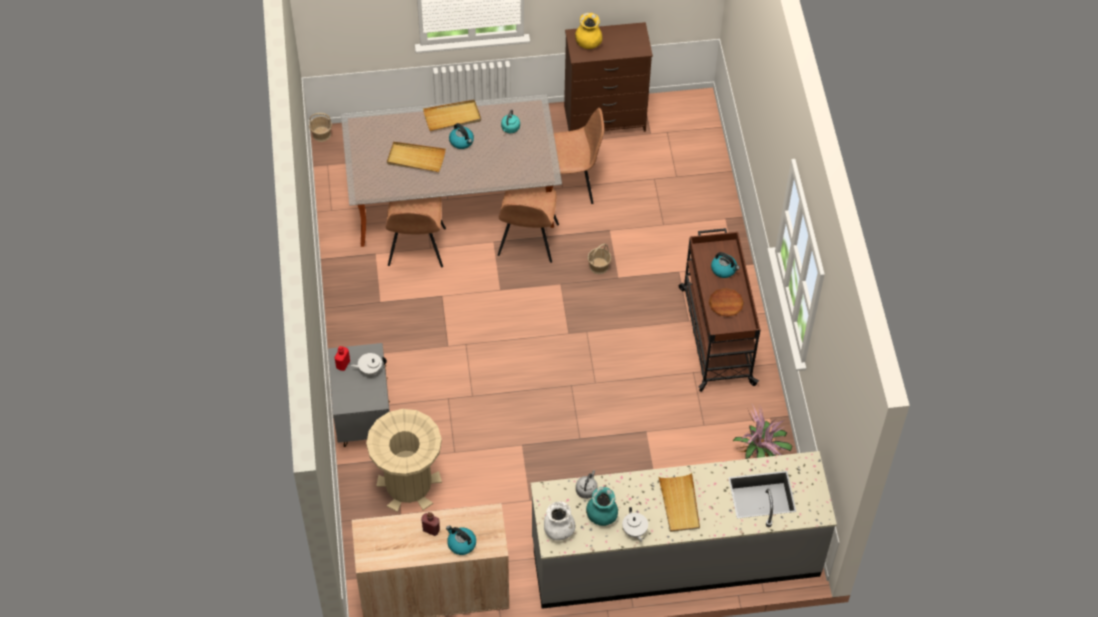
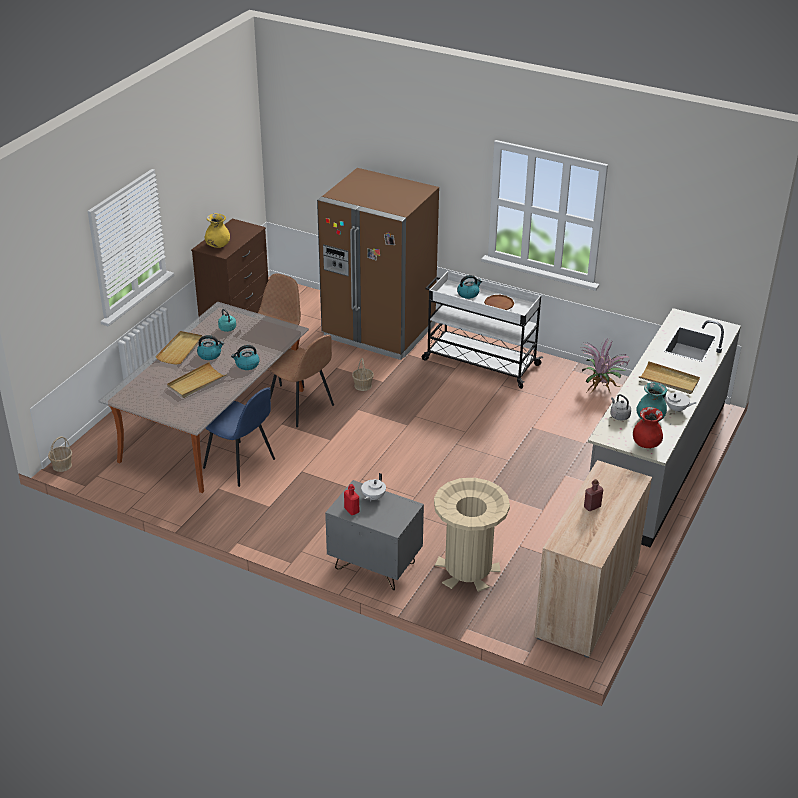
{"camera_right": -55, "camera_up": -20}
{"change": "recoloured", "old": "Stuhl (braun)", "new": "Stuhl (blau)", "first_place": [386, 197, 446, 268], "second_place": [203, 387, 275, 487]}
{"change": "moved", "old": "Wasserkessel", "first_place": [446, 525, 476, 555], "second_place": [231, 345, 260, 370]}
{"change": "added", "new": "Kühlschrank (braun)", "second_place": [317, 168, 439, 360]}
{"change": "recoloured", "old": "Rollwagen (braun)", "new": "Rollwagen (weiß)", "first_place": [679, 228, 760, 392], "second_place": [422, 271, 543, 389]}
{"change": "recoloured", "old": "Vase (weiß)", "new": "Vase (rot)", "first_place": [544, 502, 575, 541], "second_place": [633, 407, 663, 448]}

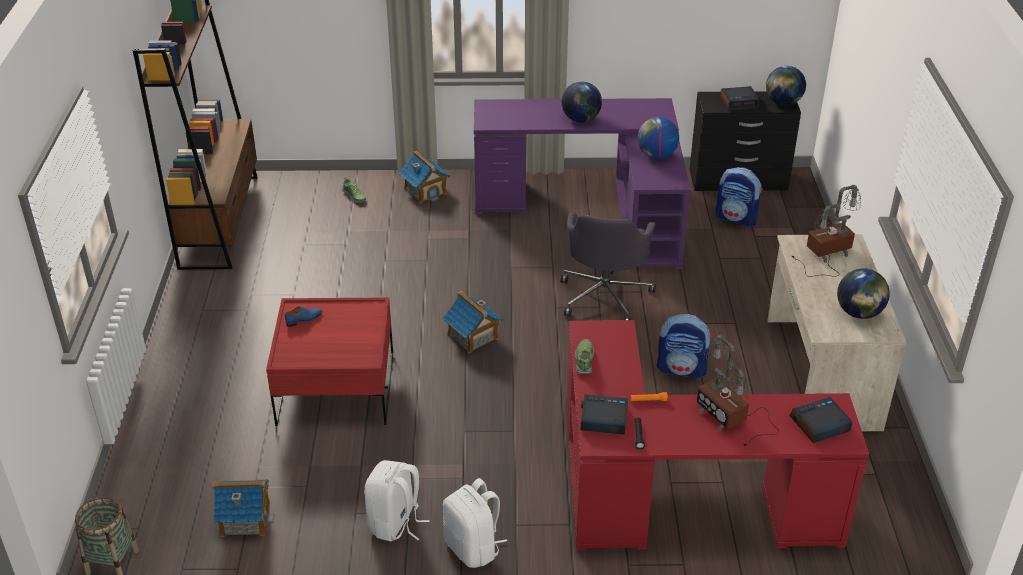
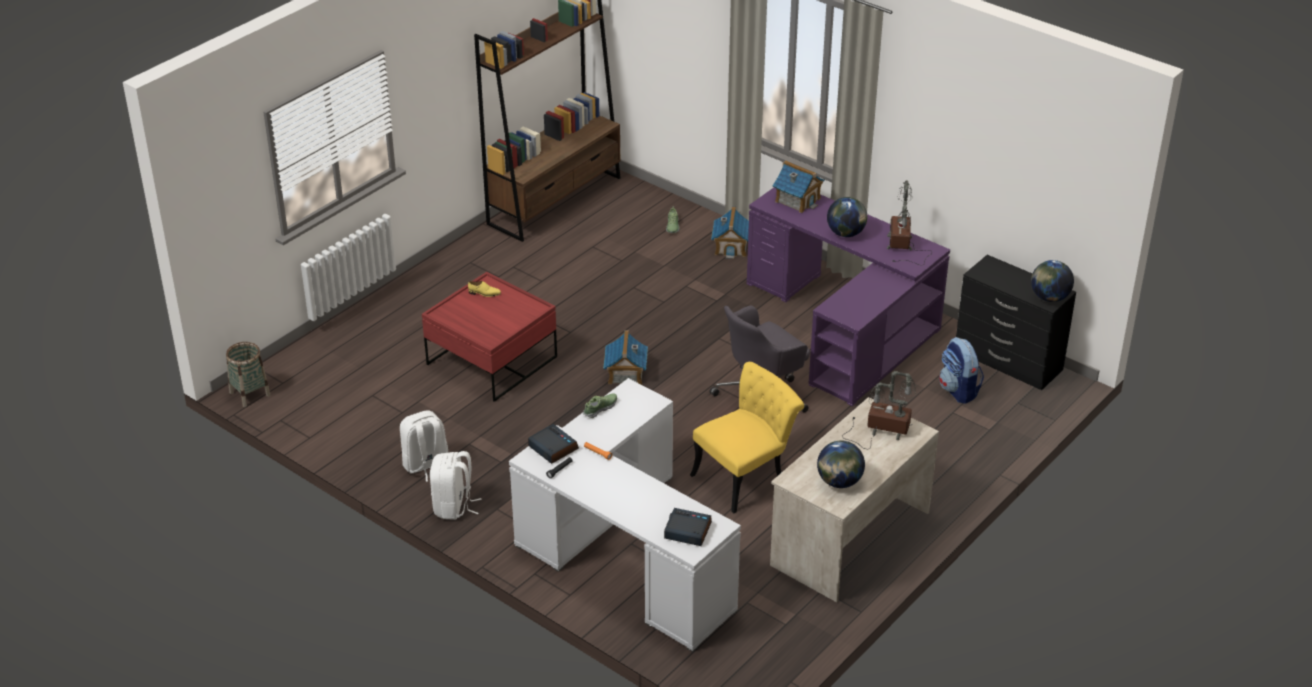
{"camera_right": 40, "camera_up": 0}
{"change": "recoloured", "old": "Schuh (blau)", "new": "Schuh (gelb)", "first_place": [285, 306, 323, 327], "second_place": [468, 281, 501, 297]}
{"change": "recoloured", "old": "Schreibtisch (rot)", "new": "Schreibtisch (weiß)", "first_place": [566, 320, 869, 550], "second_place": [509, 378, 741, 652]}
{"change": "replaced", "old": "Rucksack", "new": "Stuhl (gelb)", "first_place": [657, 314, 712, 378], "second_place": [690, 362, 804, 513]}
{"change": "moved", "old": "Spielzeughaus", "first_place": [212, 479, 275, 537], "second_place": [773, 160, 825, 213]}
{"change": "moved", "old": "Tischlampe", "first_place": [697, 336, 779, 446], "second_place": [887, 180, 932, 265]}
{"change": "removed", "old": "Globus", "first_place": [638, 117, 679, 159]}
{"change": "removed", "old": "Wecker", "first_place": [720, 86, 759, 111]}

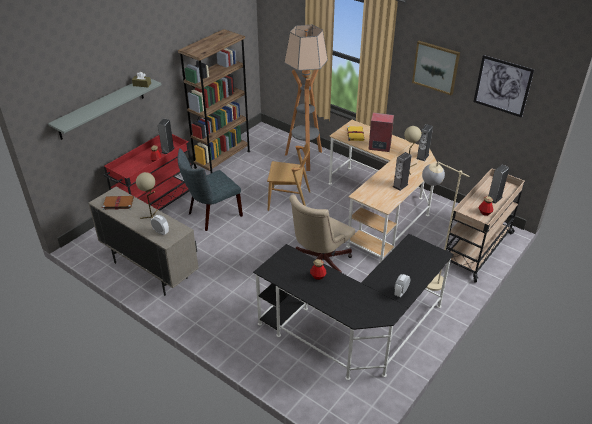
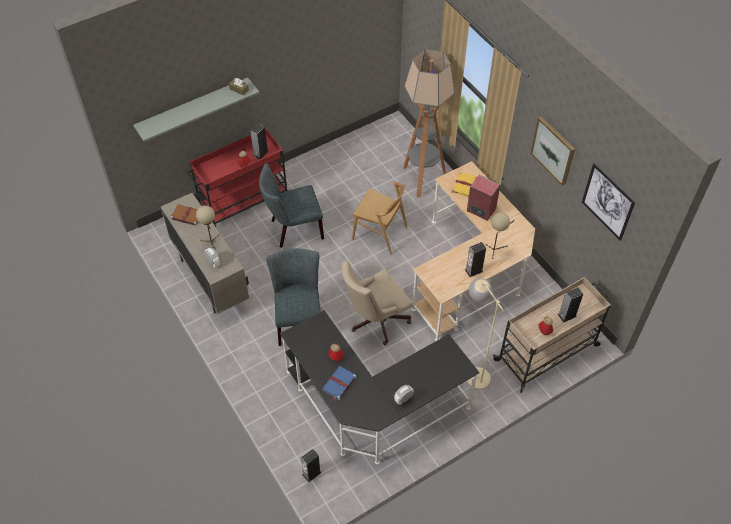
{"camera_right": 20, "camera_up": 15}
{"change": "added", "new": "Stuhl (grau)", "second_place": [266, 248, 321, 346]}
{"change": "moved", "old": "Lautsprecher", "first_place": [416, 124, 433, 161], "second_place": [301, 449, 322, 482]}
{"change": "added", "new": "Buch (blau)", "second_place": [322, 366, 356, 401]}
{"change": "removed", "old": "Bücherregal (braun)", "first_place": [178, 29, 250, 173]}

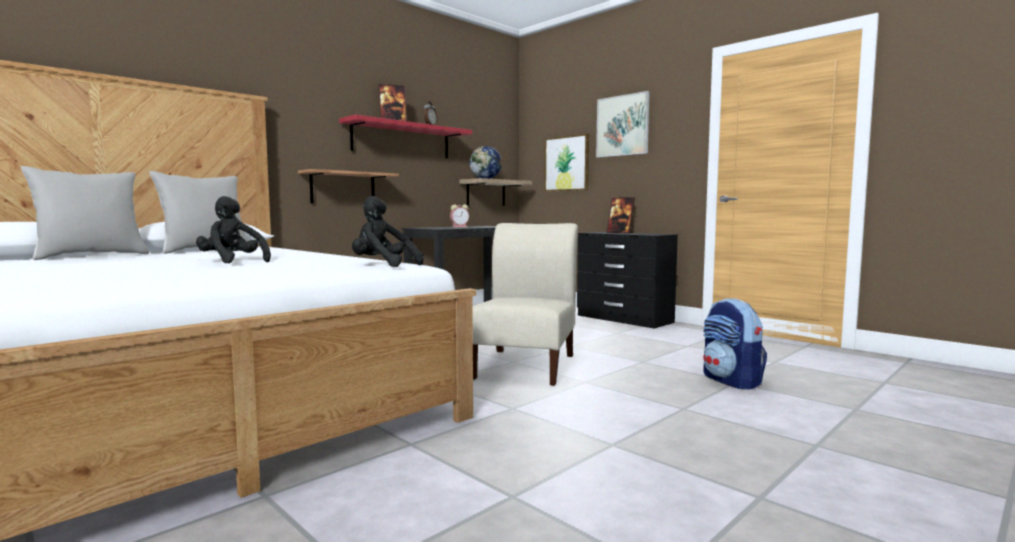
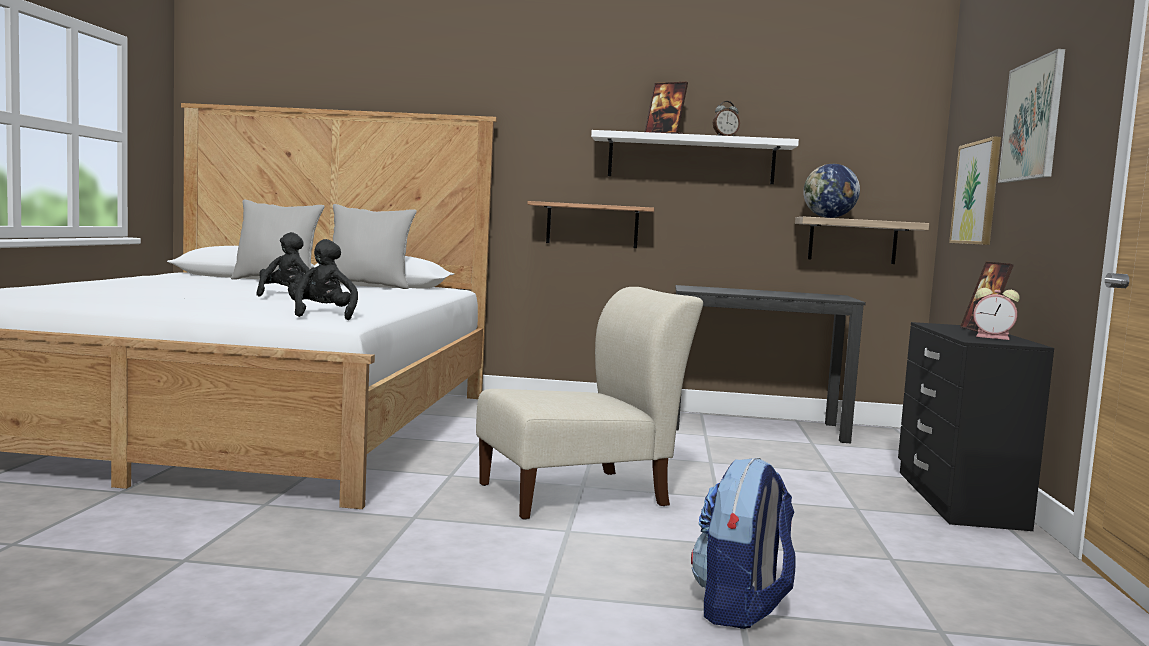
{"camera_right": 50, "camera_up": 0}
{"change": "recoloured", "old": "Wandregal (rot)", "new": "Wandregal (weiß)", "first_place": [339, 114, 472, 159], "second_place": [591, 130, 799, 184]}
{"change": "moved", "old": "Wecker", "first_place": [450, 204, 469, 227], "second_place": [973, 288, 1020, 340]}

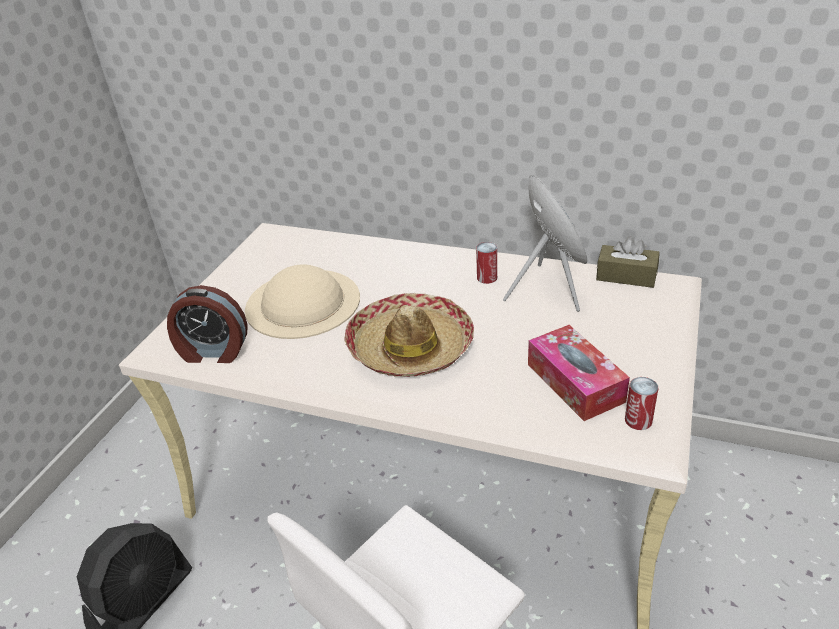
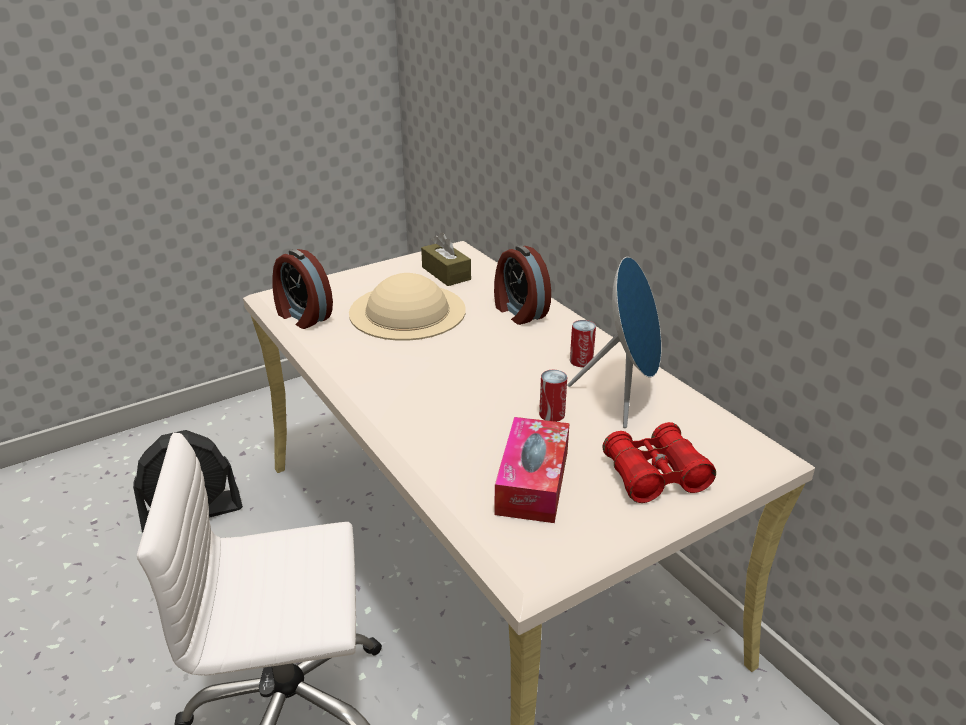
{"camera_right": 35, "camera_up": -5}
{"change": "moved", "old": "Taschentuchbox (braun)", "first_place": [596, 236, 660, 288], "second_place": [421, 233, 471, 286]}
{"change": "added", "new": "Wecker", "second_place": [494, 245, 551, 325]}
{"change": "moved", "old": "Dose", "first_place": [625, 377, 658, 430], "second_place": [539, 370, 567, 422]}
{"change": "added", "new": "Fernglas (rot)", "second_place": [603, 422, 716, 503]}
{"change": "removed", "old": "Hut", "first_place": [344, 293, 474, 377]}

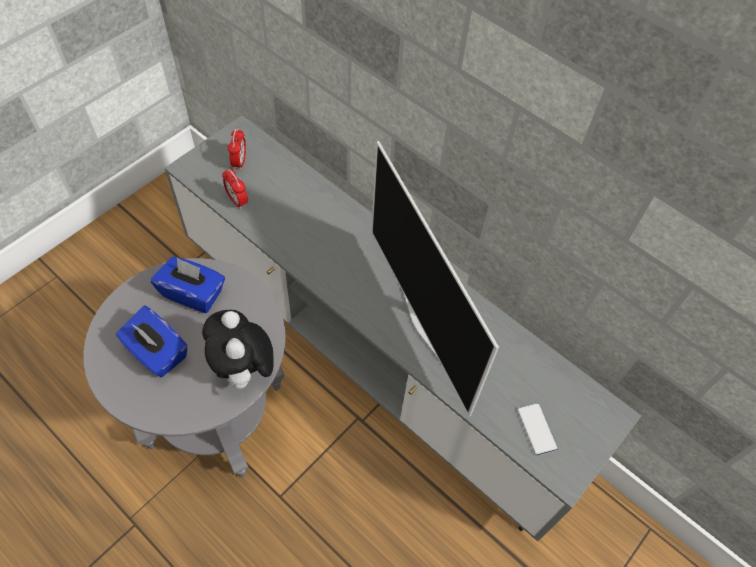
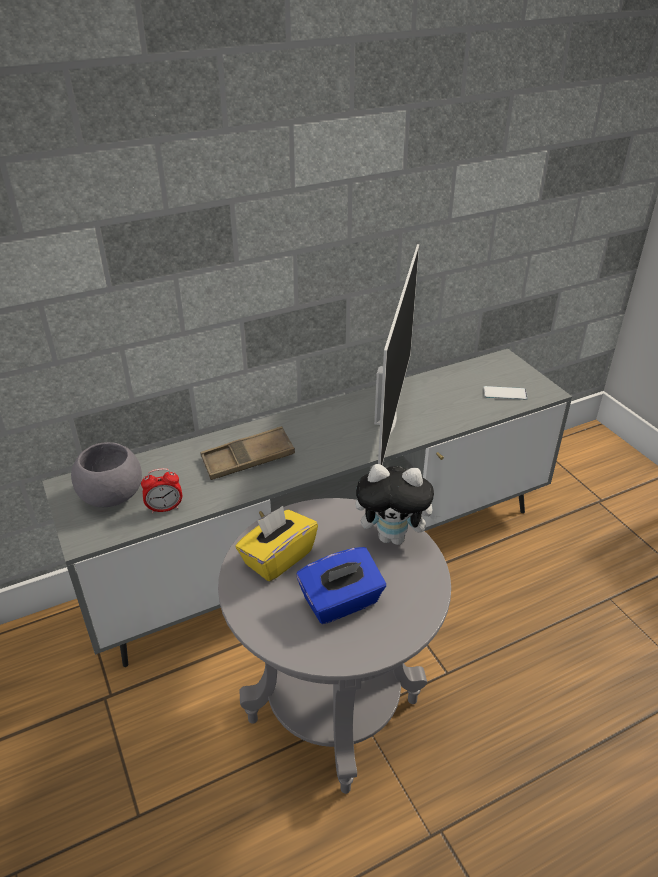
{"camera_right": -65, "camera_up": -20}
{"change": "replaced", "old": "Wecker", "new": "Schüssel (grau)", "first_place": [228, 128, 246, 170], "second_place": [71, 442, 142, 507]}
{"change": "added", "new": "Tablett (braun)", "second_place": [200, 426, 295, 480]}
{"change": "recoloured", "old": "Taschentuchbox (blau)", "new": "Taschentuchbox (gelb)", "first_place": [151, 257, 225, 313], "second_place": [235, 506, 318, 582]}
{"change": "turned", "old": "Fernseher", "first_place": [371, 141, 499, 416], "second_place": [374, 244, 419, 465], "degrees": -75}

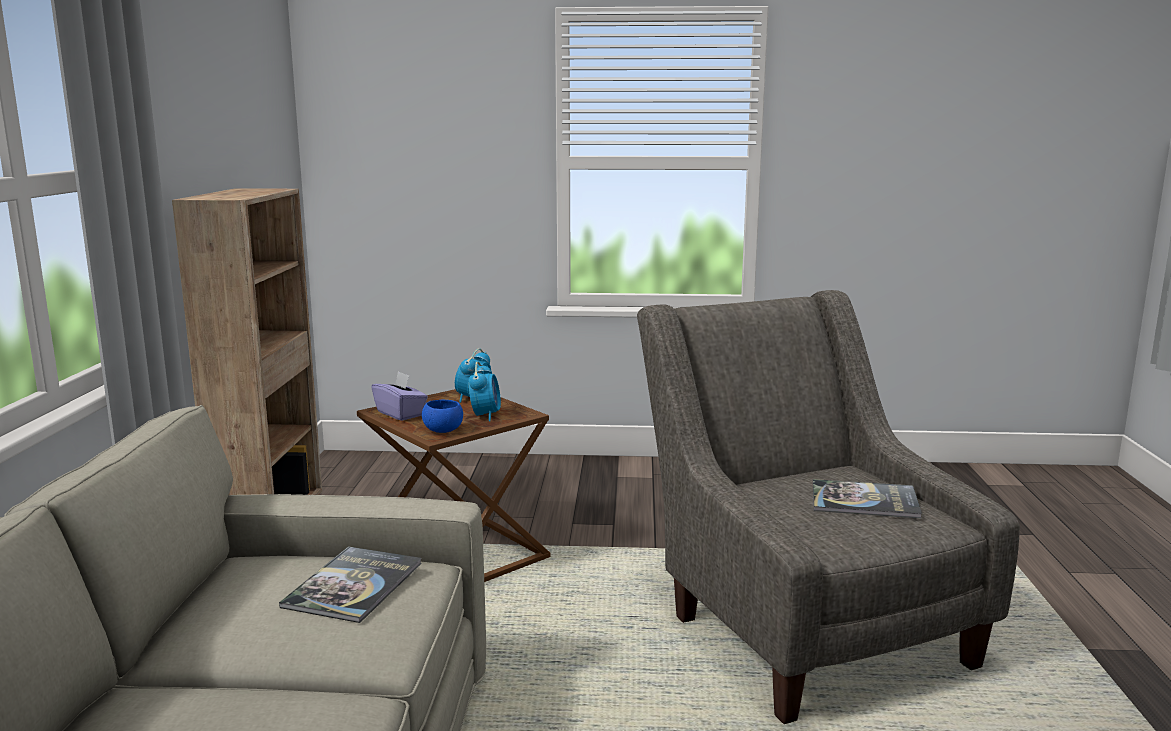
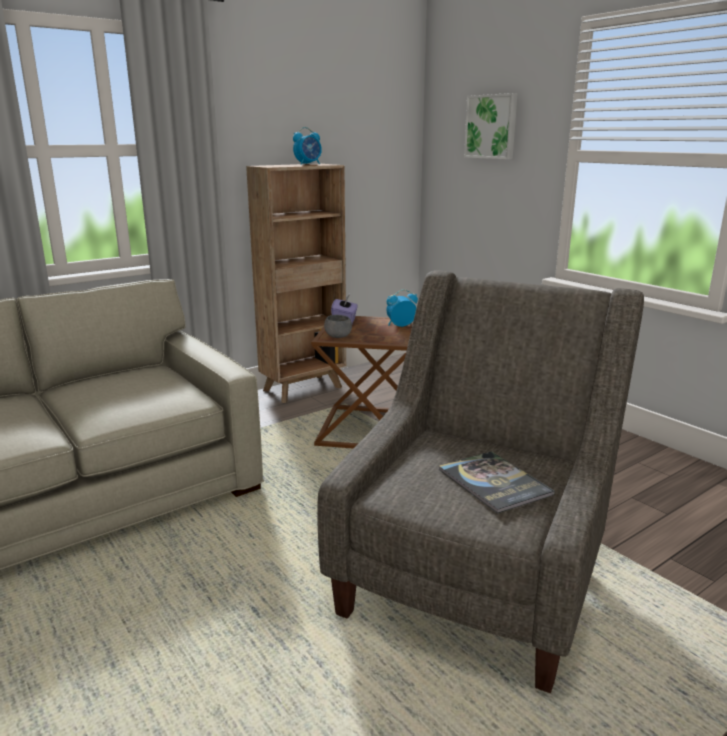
{"camera_right": 50, "camera_up": 5}
{"change": "moved", "old": "Wecker", "first_place": [469, 361, 501, 421], "second_place": [293, 127, 322, 165]}
{"change": "recoloured", "old": "Schüssel (blau)", "new": "Schüssel (grau)", "first_place": [422, 399, 463, 433], "second_place": [324, 315, 352, 338]}
{"change": "added", "new": "Bild", "second_place": [464, 93, 518, 159]}
{"change": "removed", "old": "Buch", "first_place": [279, 546, 422, 623]}

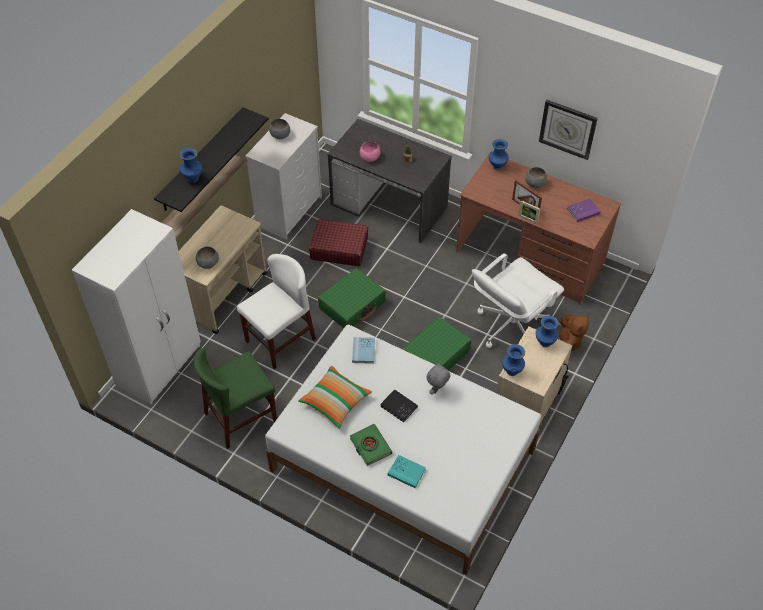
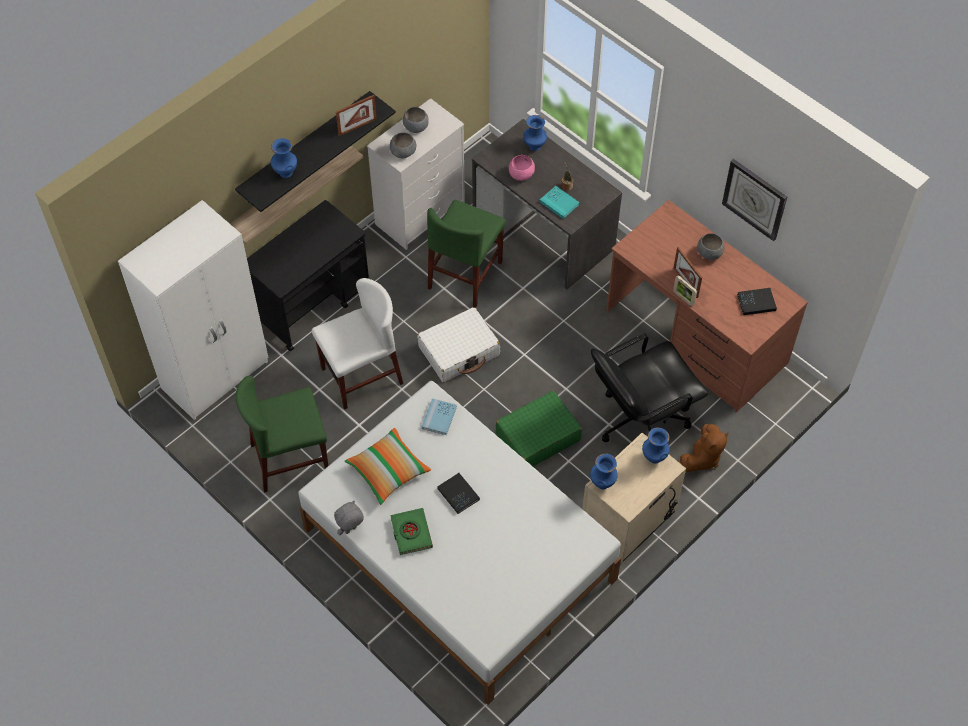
{"camera_right": 15, "camera_up": 5}
{"change": "recoloured", "old": "Rollwagen (beige)", "new": "Rollwagen (schwarz)", "first_place": [179, 205, 267, 334], "second_place": [247, 200, 369, 351]}
{"change": "moved", "old": "Plüschtier (grau)", "first_place": [427, 363, 451, 395], "second_place": [334, 501, 364, 535]}
{"change": "added", "new": "Bilderrahmen", "second_place": [336, 95, 377, 136]}
{"change": "moved", "old": "Schüssel (grau)", "first_place": [196, 247, 219, 269], "second_place": [390, 132, 416, 159]}
{"change": "recoloured", "old": "Koffer (grün)", "new": "Koffer (weiß)", "first_place": [318, 268, 386, 328], "second_place": [417, 307, 500, 382]}
{"change": "replaced", "old": "Koffer (rot)", "new": "Stuhl (grün)", "first_place": [309, 219, 368, 266], "second_place": [427, 200, 506, 308]}
{"change": "moved", "old": "Vase (blau)", "first_place": [489, 139, 509, 170], "second_place": [523, 115, 547, 151]}
{"change": "moved", "old": "Buch (türkis)", "first_place": [388, 455, 426, 488], "second_place": [540, 186, 580, 219]}
{"change": "recoloured", "old": "Bürostuhl (weiß)", "new": "Bürostuhl (schwarz)", "first_place": [472, 253, 564, 348], "second_place": [591, 334, 708, 442]}
{"change": "recoloured", "old": "Buch (lila)", "new": "Buch (schwarz)", "first_place": [567, 198, 601, 222], "second_place": [737, 288, 777, 315]}

